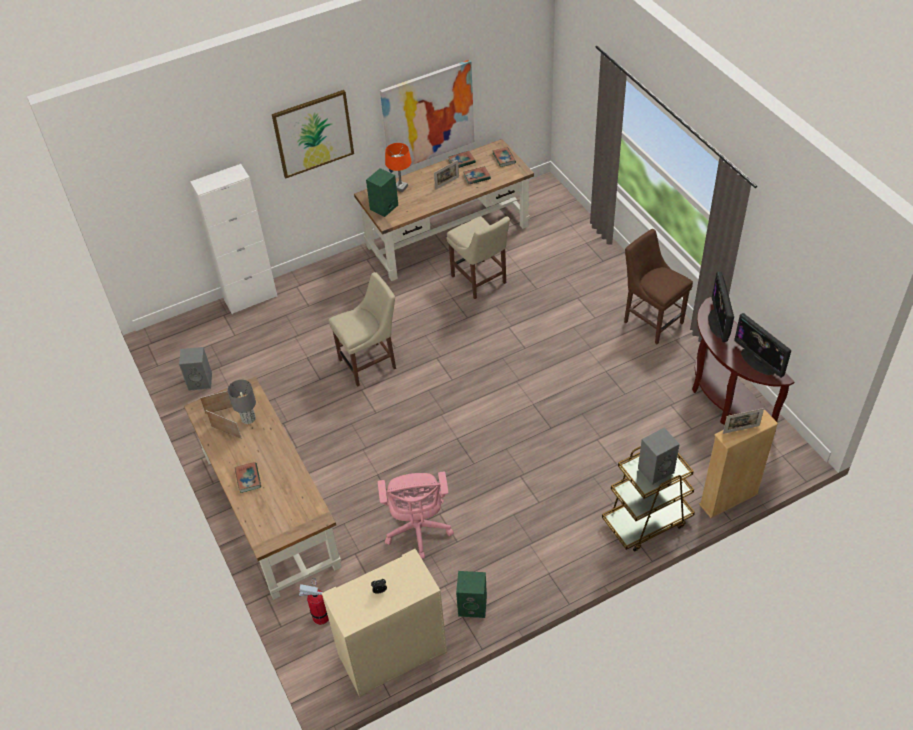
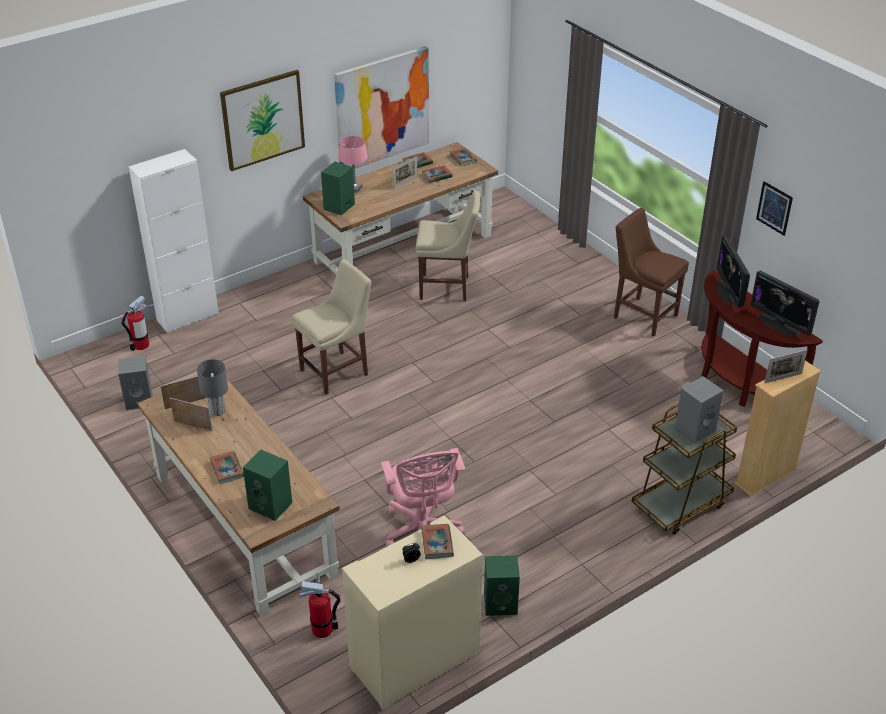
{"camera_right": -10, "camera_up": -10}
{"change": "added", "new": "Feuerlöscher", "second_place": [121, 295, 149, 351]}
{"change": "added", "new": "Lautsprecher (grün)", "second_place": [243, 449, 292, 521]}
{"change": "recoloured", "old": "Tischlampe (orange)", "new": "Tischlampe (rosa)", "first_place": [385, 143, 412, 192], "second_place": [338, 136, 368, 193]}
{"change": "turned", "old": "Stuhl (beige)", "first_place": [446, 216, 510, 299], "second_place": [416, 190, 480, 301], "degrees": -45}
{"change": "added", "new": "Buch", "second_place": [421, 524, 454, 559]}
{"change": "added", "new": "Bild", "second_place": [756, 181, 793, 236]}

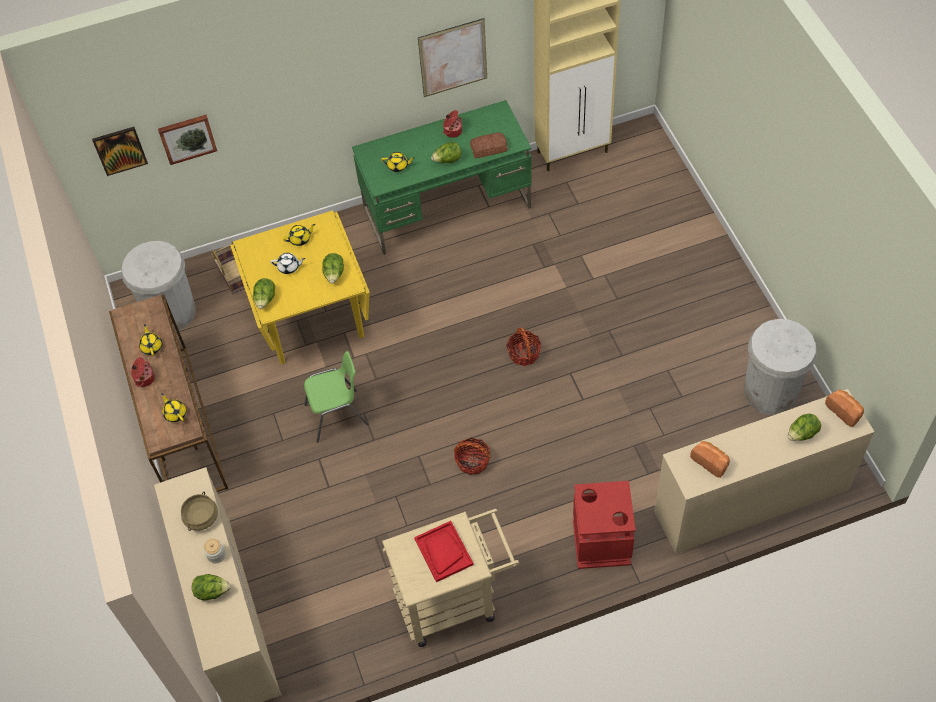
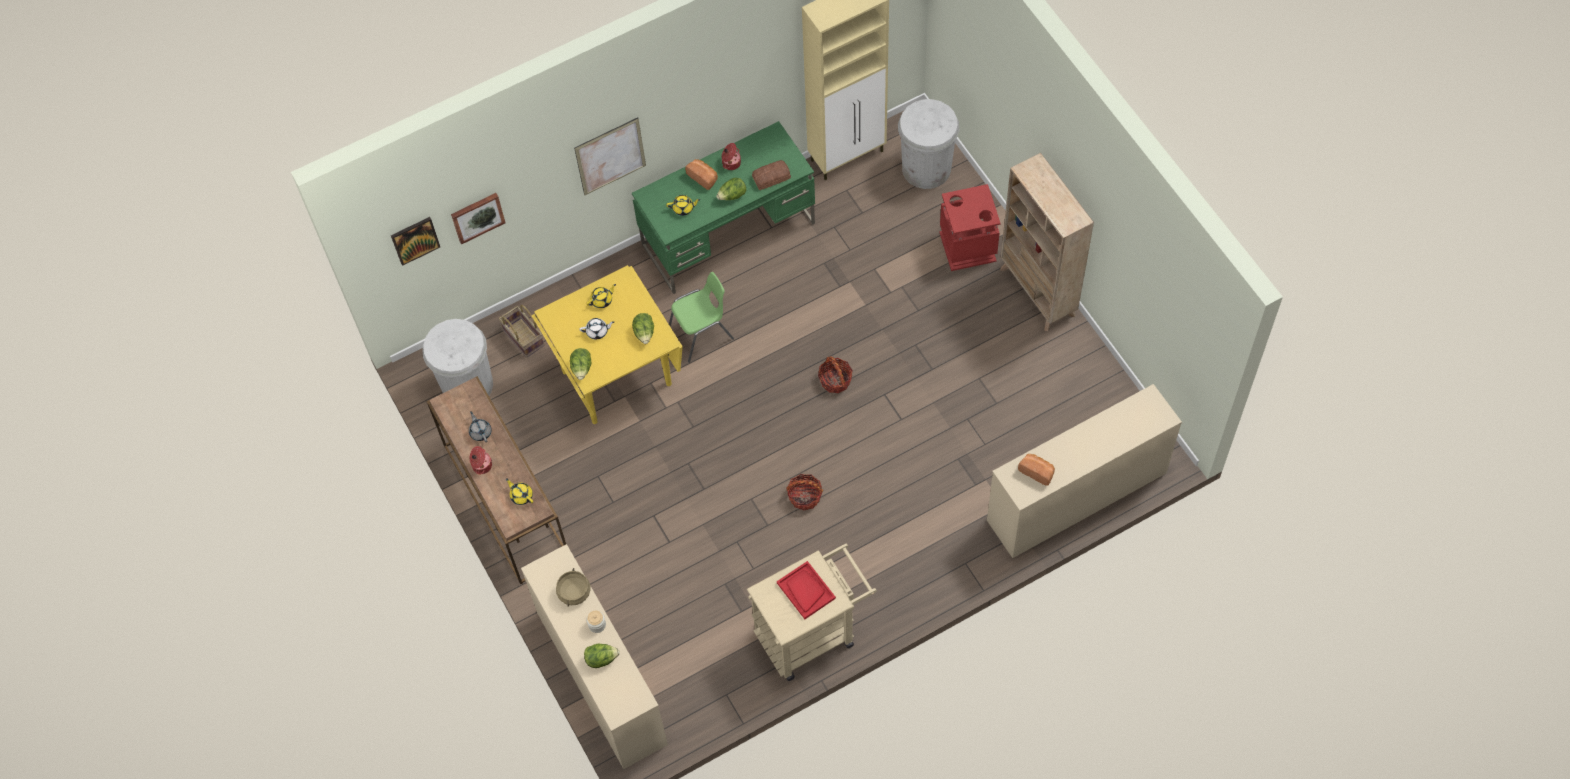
{"camera_right": -10, "camera_up": 5}
{"change": "recoloured", "old": "Teekanne (gelb)", "new": "Teekanne (grau)", "first_place": [139, 324, 162, 356], "second_place": [469, 411, 492, 442]}
{"change": "moved", "old": "Bild", "first_place": [418, 18, 487, 97], "second_place": [574, 117, 646, 195]}
{"change": "moved", "old": "Stuhl (grün)", "first_place": [304, 351, 369, 443], "second_place": [669, 272, 734, 363]}
{"change": "moved", "old": "Brot", "first_place": [825, 390, 864, 427], "second_place": [685, 159, 718, 190]}
{"change": "moved", "old": "Mülleimer (weiß)", "first_place": [744, 319, 817, 415], "second_place": [898, 99, 959, 189]}
{"change": "moved", "old": "Mülleimer (rot)", "first_place": [573, 481, 636, 569], "second_place": [939, 184, 1001, 271]}
{"change": "added", "new": "Bücherregal (beige)", "second_place": [1000, 153, 1094, 331]}
{"change": "removed", "old": "Salatkopf", "first_place": [788, 414, 821, 441]}

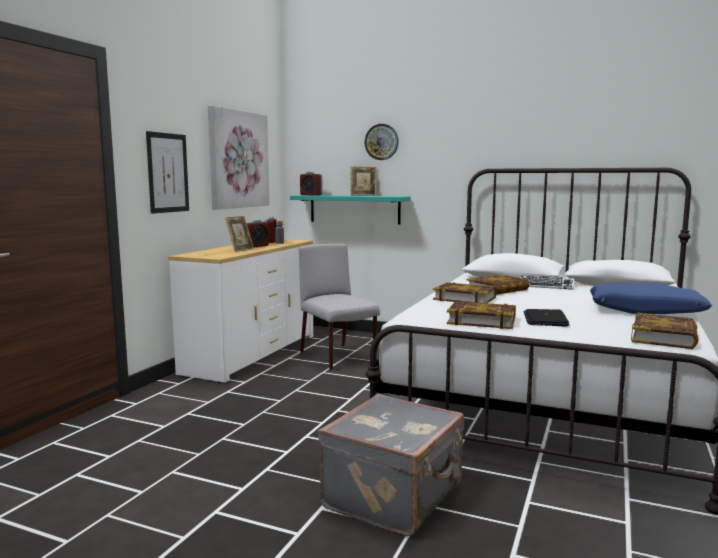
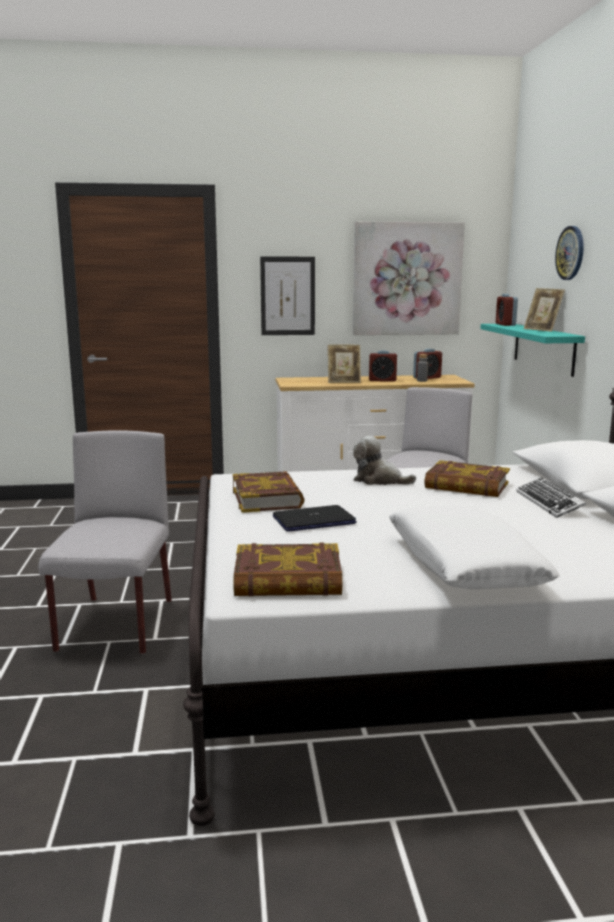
{"camera_right": 60, "camera_up": 5}
{"change": "replaced", "old": "Koffer (grau)", "new": "Stuhl (grau)", "first_place": [318, 394, 464, 536], "second_place": [38, 430, 172, 654]}
{"change": "replaced", "old": "Buch", "new": "Plüschtier", "first_place": [433, 282, 497, 303], "second_place": [353, 436, 416, 485]}
{"change": "recoloured", "old": "Kissen (blau)", "new": "Kissen (weiß)", "first_place": [590, 283, 712, 314], "second_place": [389, 506, 560, 589]}

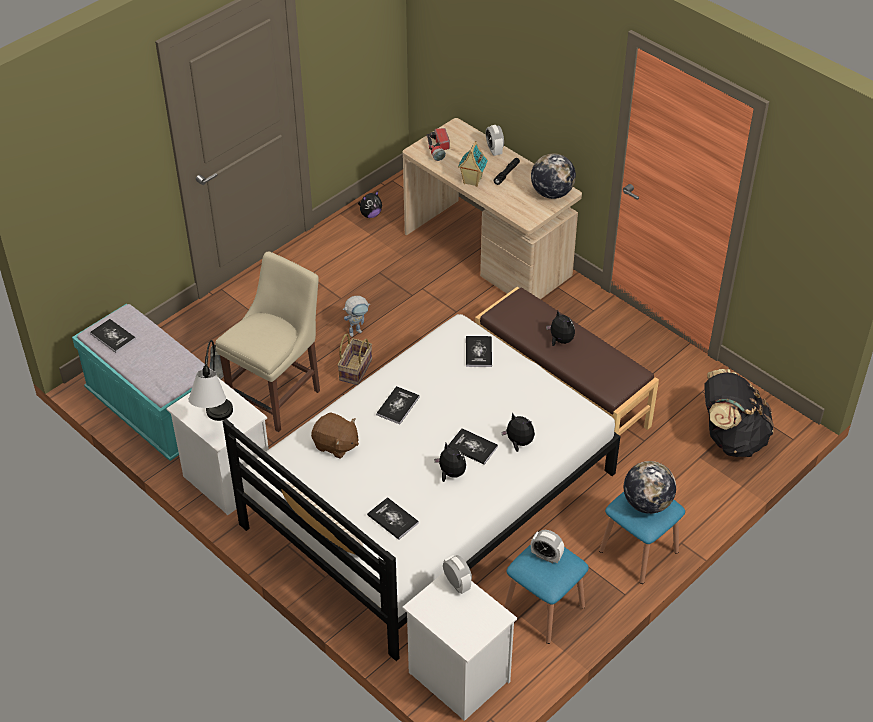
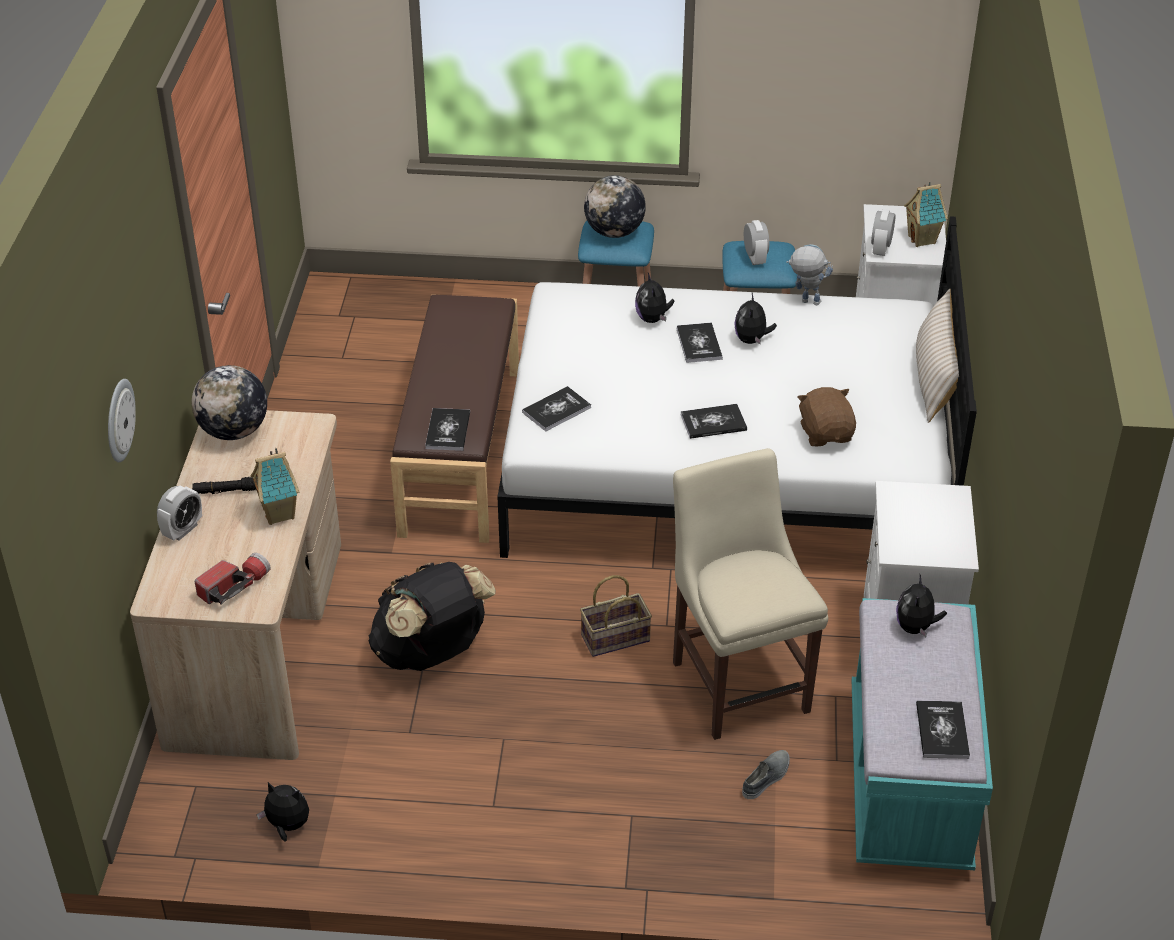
{"camera_right": -130, "camera_up": -5}
{"change": "added", "new": "Wanduhr", "second_place": [108, 379, 136, 462]}
{"change": "moved", "old": "Rucksack (schwarz)", "first_place": [705, 369, 774, 457], "second_place": [369, 562, 496, 671]}
{"change": "moved", "old": "Buch", "first_place": [367, 497, 419, 540], "second_place": [425, 408, 470, 451]}
{"change": "turned", "old": "Stuhl (beige)", "first_place": [215, 251, 320, 432], "second_place": [673, 448, 828, 740], "degrees": 75}
{"change": "moved", "old": "Spielzeugroboter", "first_place": [343, 296, 370, 337], "second_place": [786, 244, 833, 305]}
{"change": "moved", "old": "Plüschtier", "first_place": [546, 311, 575, 346], "second_place": [896, 575, 947, 637]}
{"change": "added", "new": "Spielzeughaus", "second_place": [904, 182, 948, 247]}
{"change": "removed", "old": "Tischlampe", "first_place": [189, 340, 233, 421]}

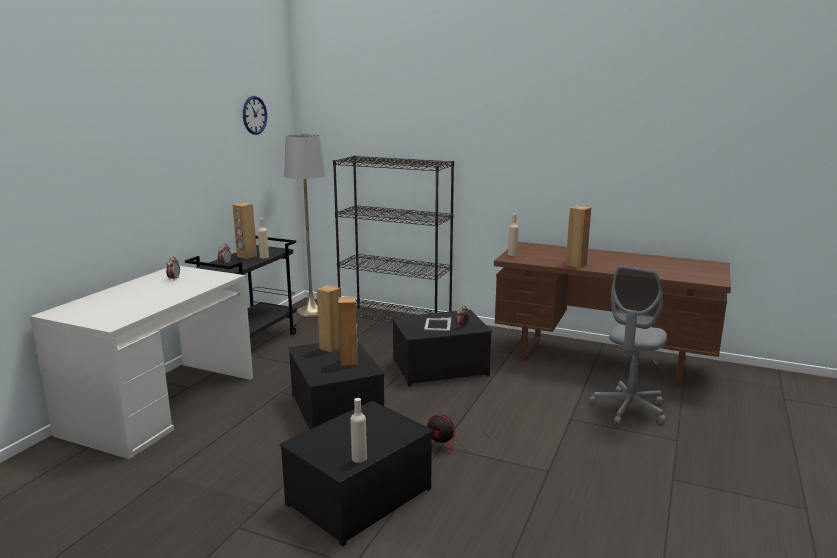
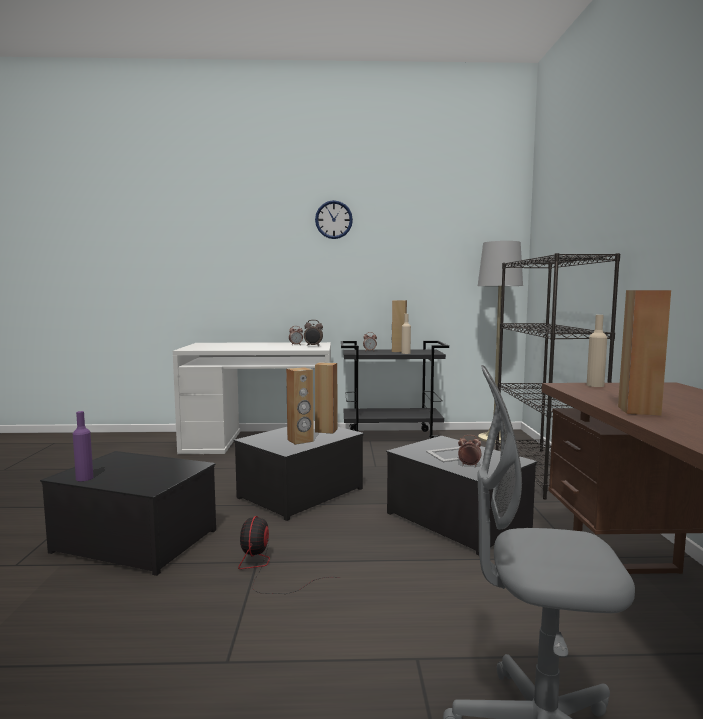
{"camera_right": 65, "camera_up": -10}
{"change": "recoloured", "old": "Flasche (beige)", "new": "Flasche (lila)", "first_place": [350, 398, 367, 463], "second_place": [73, 411, 93, 481]}
{"change": "added", "new": "Wecker", "second_place": [304, 320, 323, 346]}
{"change": "moved", "old": "Wanduhr", "first_place": [243, 96, 267, 135], "second_place": [315, 200, 353, 239]}

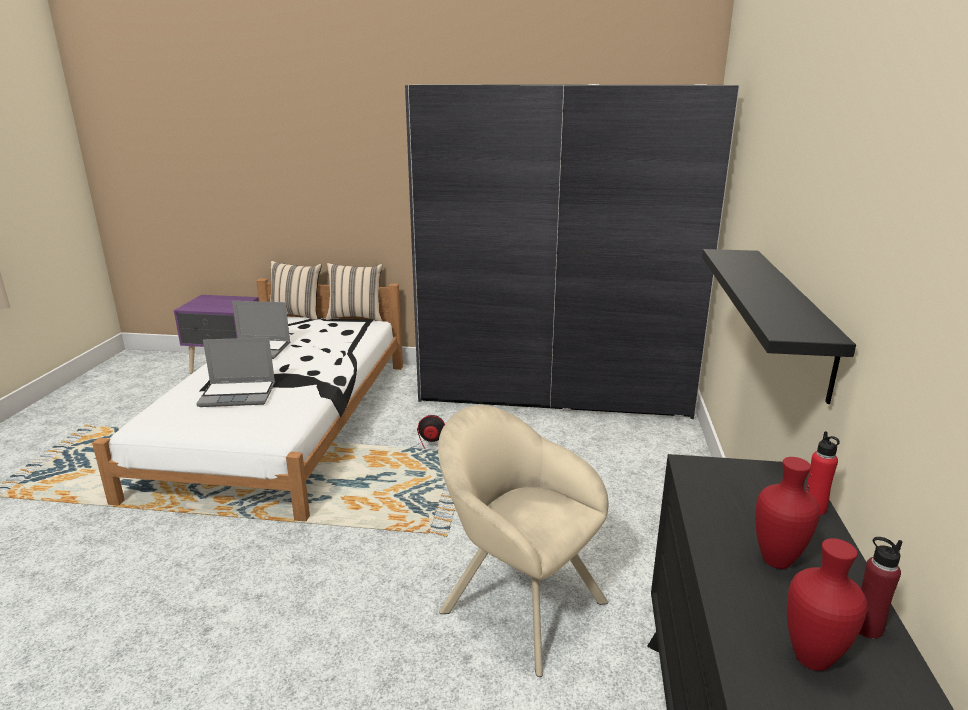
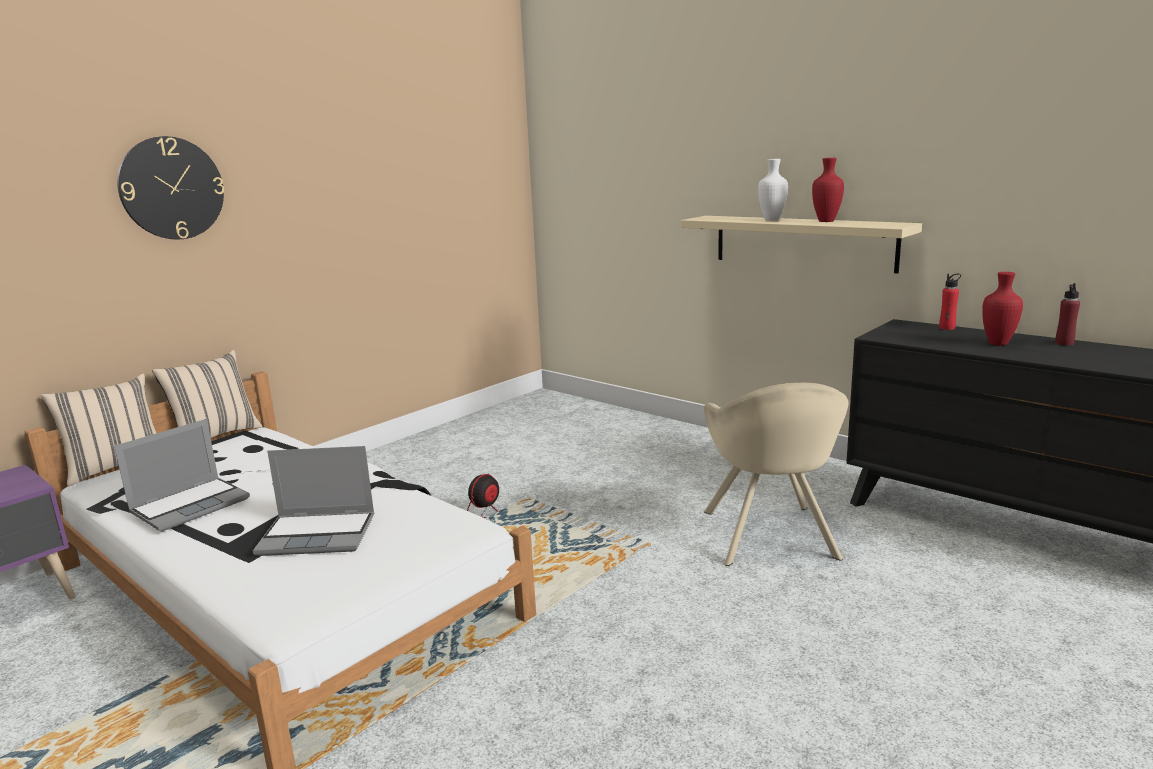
{"camera_right": -55, "camera_up": -5}
{"change": "added", "new": "Wanduhr", "second_place": [117, 136, 224, 239]}
{"change": "turned", "old": "Laptop", "first_place": [196, 337, 275, 407], "second_place": [253, 446, 375, 556], "degrees": 60}
{"change": "recoloured", "old": "Wandregal (schwarz)", "new": "Wandregal (beige)", "first_place": [702, 249, 856, 404], "second_place": [681, 216, 922, 274]}
{"change": "turned", "old": "Sessel (beige)", "first_place": [438, 405, 609, 677], "second_place": [704, 383, 848, 566], "degrees": -75}
{"change": "added", "new": "Vase (weiß)", "second_place": [758, 159, 788, 221]}
{"change": "moved", "old": "Vase (rot)", "first_place": [787, 538, 867, 671], "second_place": [812, 158, 844, 222]}
{"change": "removed", "old": "Kleiderschrank (grau)", "first_place": [405, 84, 740, 419]}

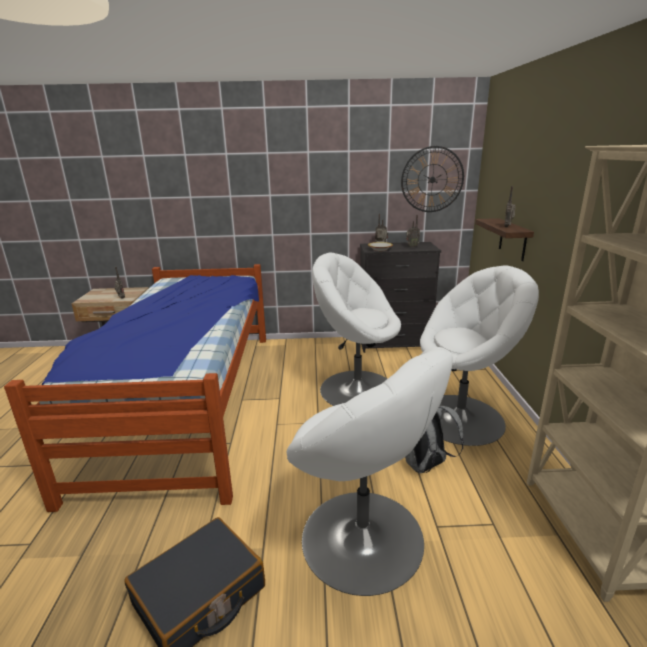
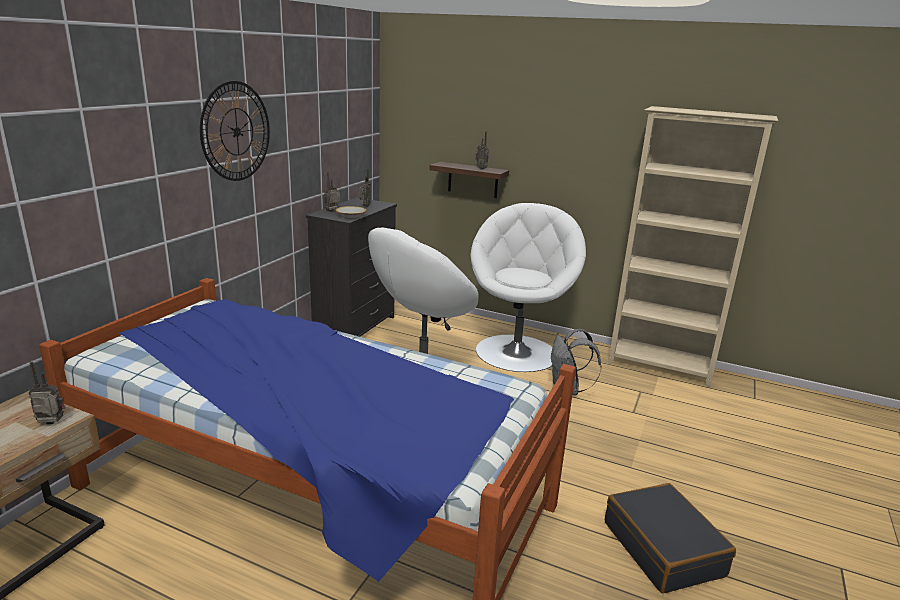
{"camera_right": -65, "camera_up": 0}
{"change": "moved", "old": "Wanduhr", "first_place": [401, 146, 464, 212], "second_place": [200, 81, 270, 181]}
{"change": "removed", "old": "Sessel (weiß)", "first_place": [287, 347, 453, 596]}

